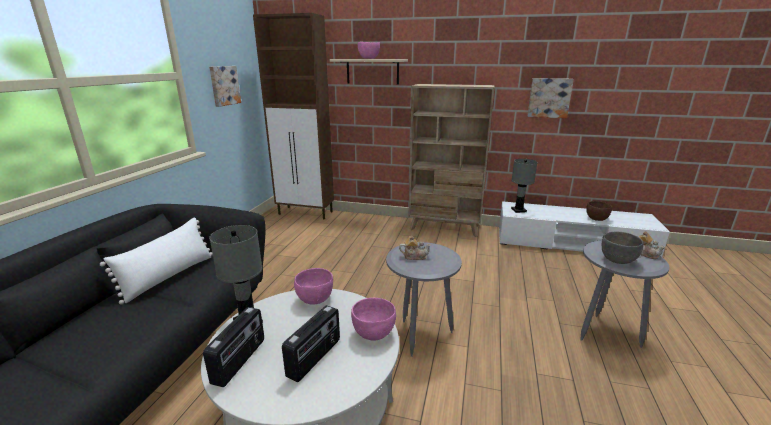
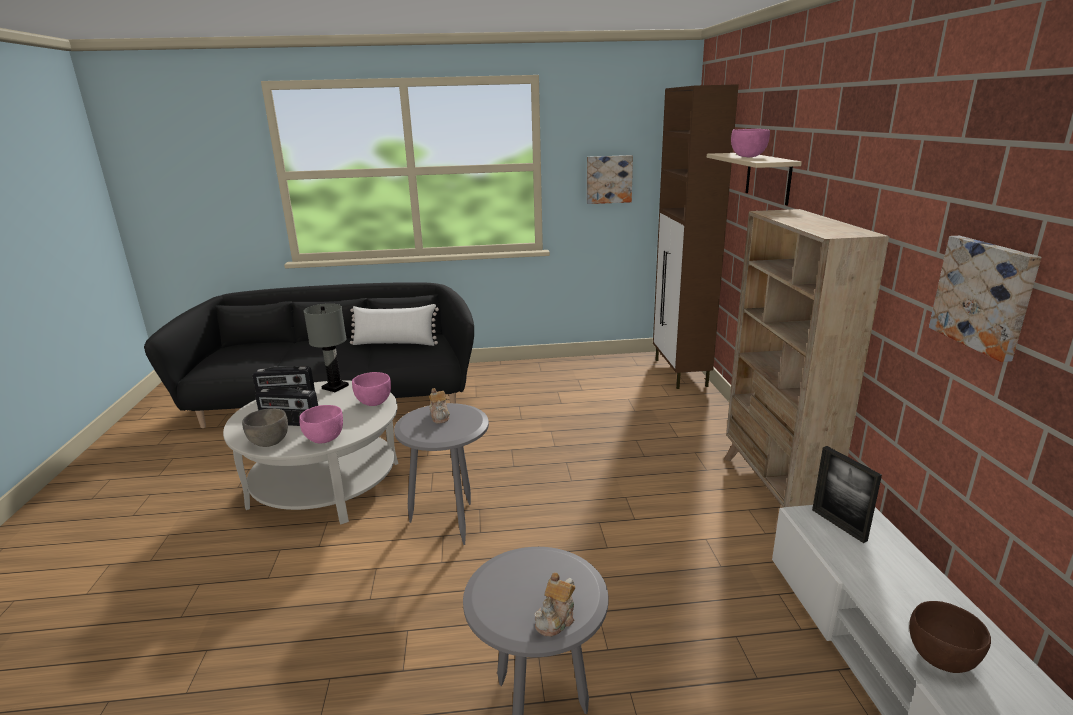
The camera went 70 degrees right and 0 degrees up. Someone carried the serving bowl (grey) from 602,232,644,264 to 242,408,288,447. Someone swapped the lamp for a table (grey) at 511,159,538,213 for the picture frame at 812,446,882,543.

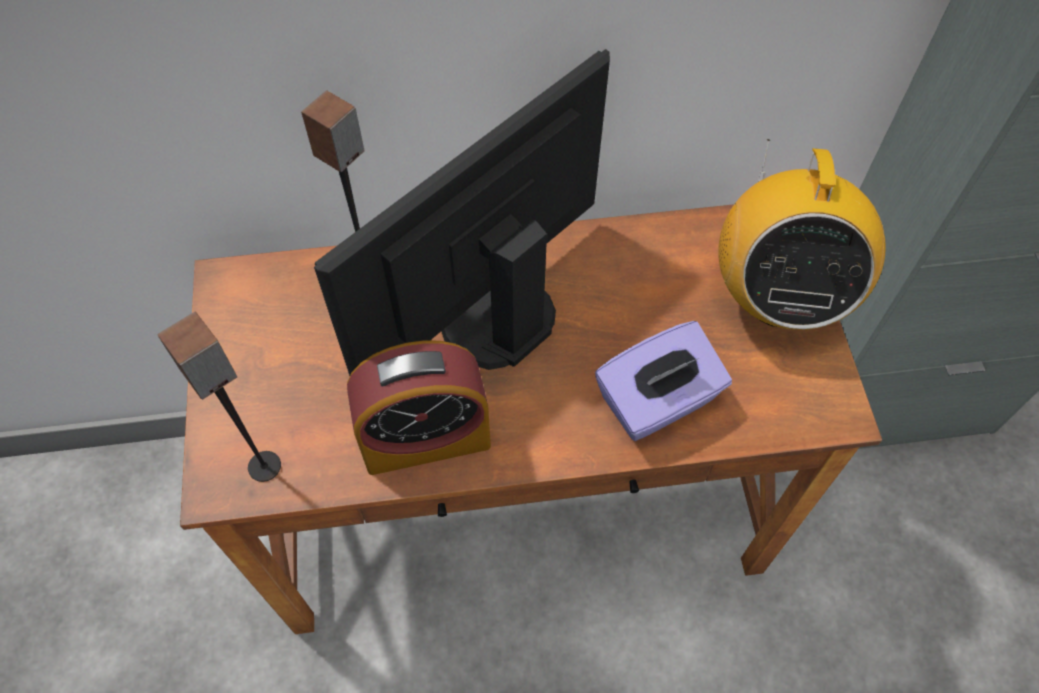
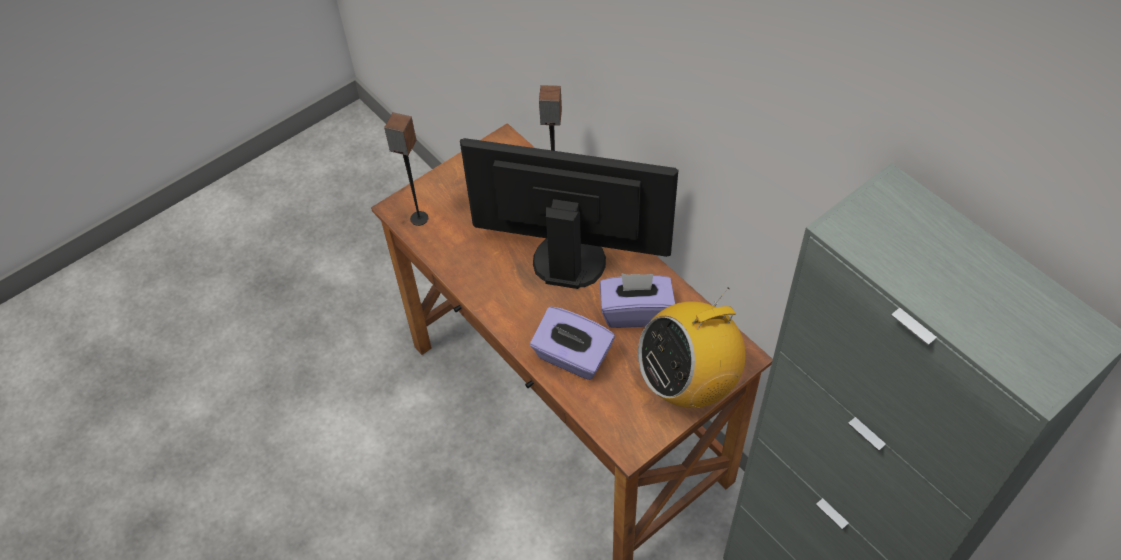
The camera went 60 degrees right and 5 degrees down. Someone put down the box of tissues (purple-coloured) at 600,273,675,328. Someone took away the bedside clock at 347,340,491,475.

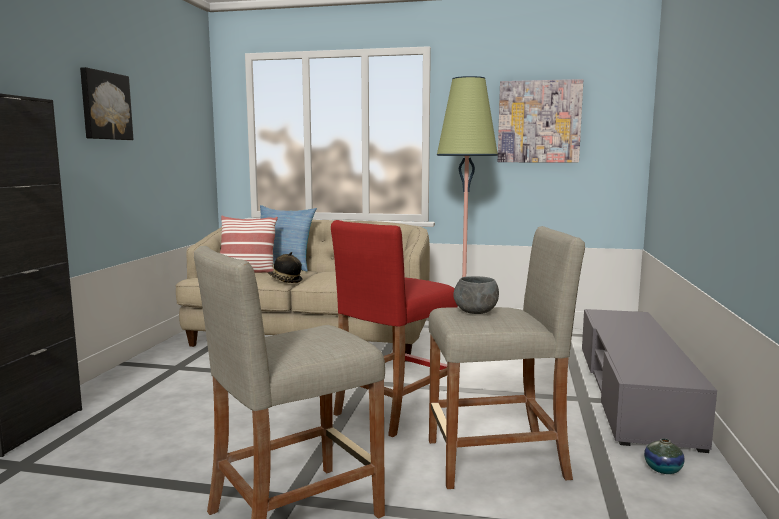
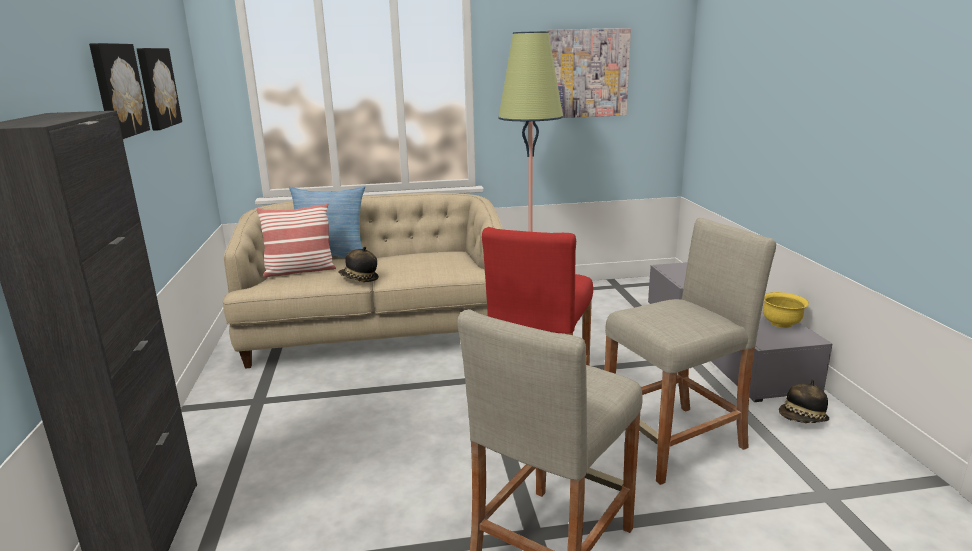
The camera went 20 degrees left and 10 degrees up. Someone put up the picture at 137,48,182,131. Someone put down the serving bowl (yellow) at 763,292,809,328. Someone swapped the decorative vase at 644,438,685,474 for the hat at 779,380,829,423. Someone took away the serving bowl (grey) at 453,276,499,314.

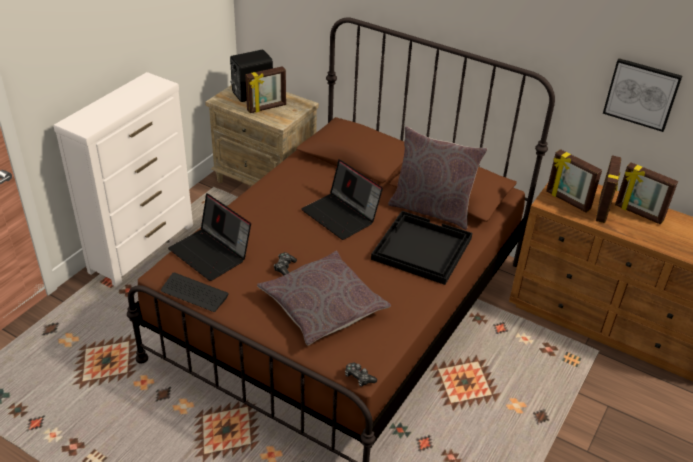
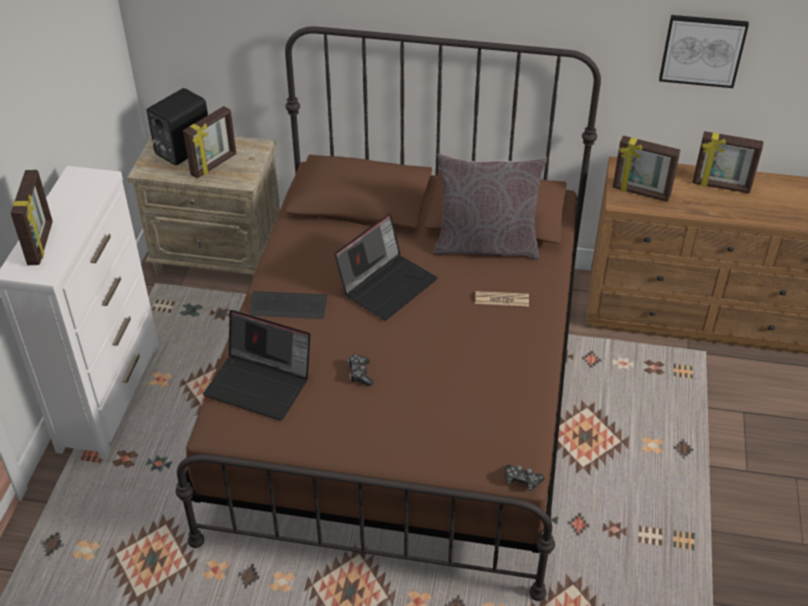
The camera went 20 degrees left and 5 degrees up. Someone carried the picture frame from 596,155,621,223 to 11,170,53,265. Someone carried the computer keyboard from 161,273,229,312 to 250,291,328,319. Someone rotated the laptop at 301,159,383,240 by 75 degrees counterclockwise. Someone swapped the carrying tray (black-coloured) at 371,211,472,285 for the printed paper at 475,291,529,306. Someone took away the cushion (grey) at 257,251,391,345.

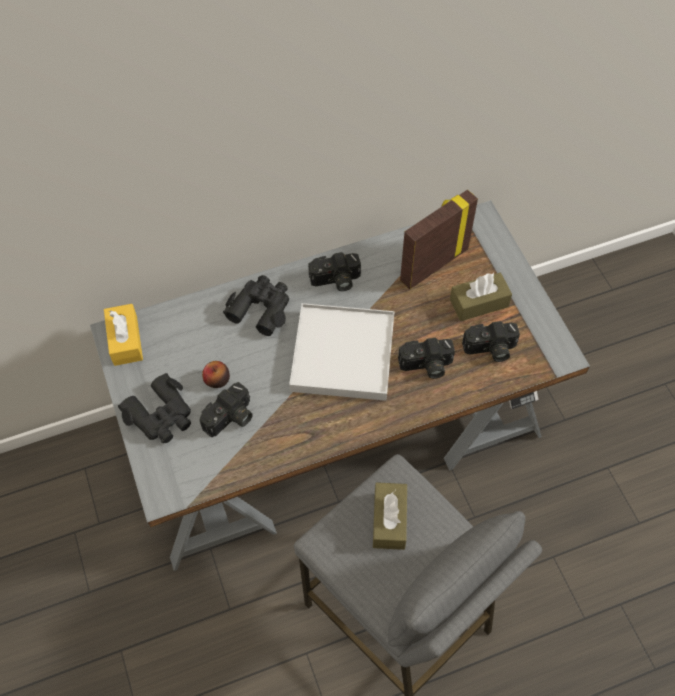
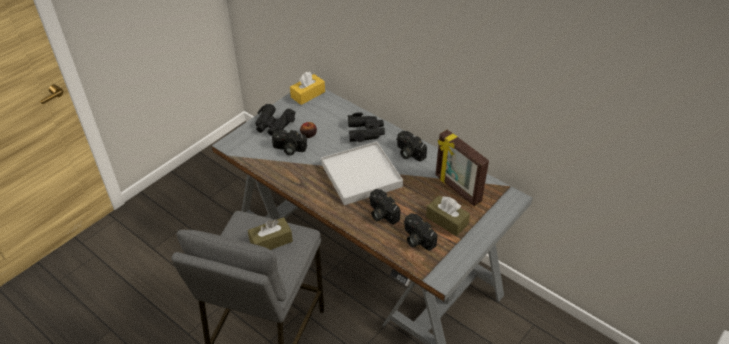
The camera went 60 degrees right and 15 degrees down. Someone rotated the picture frame at 400,190,478,290 by 150 degrees counterclockwise.

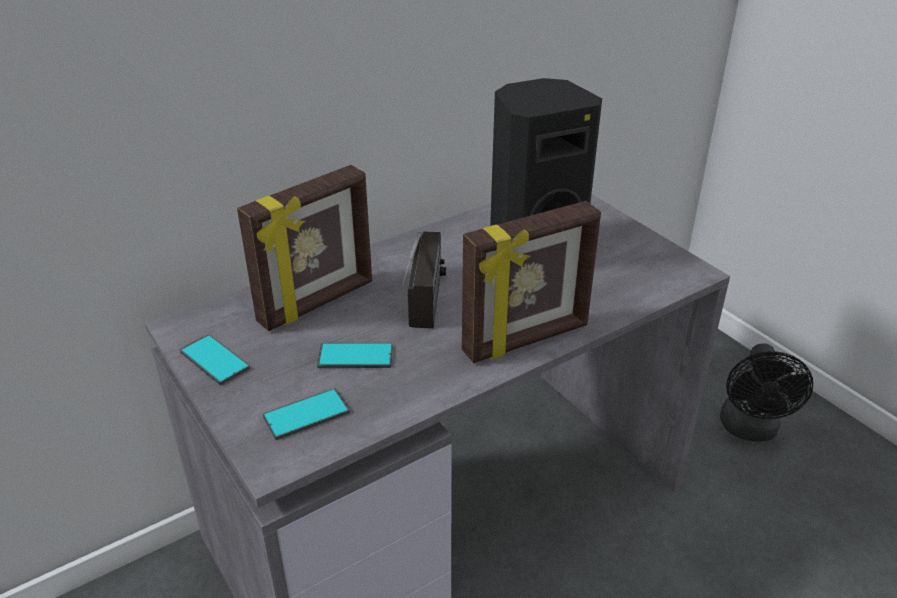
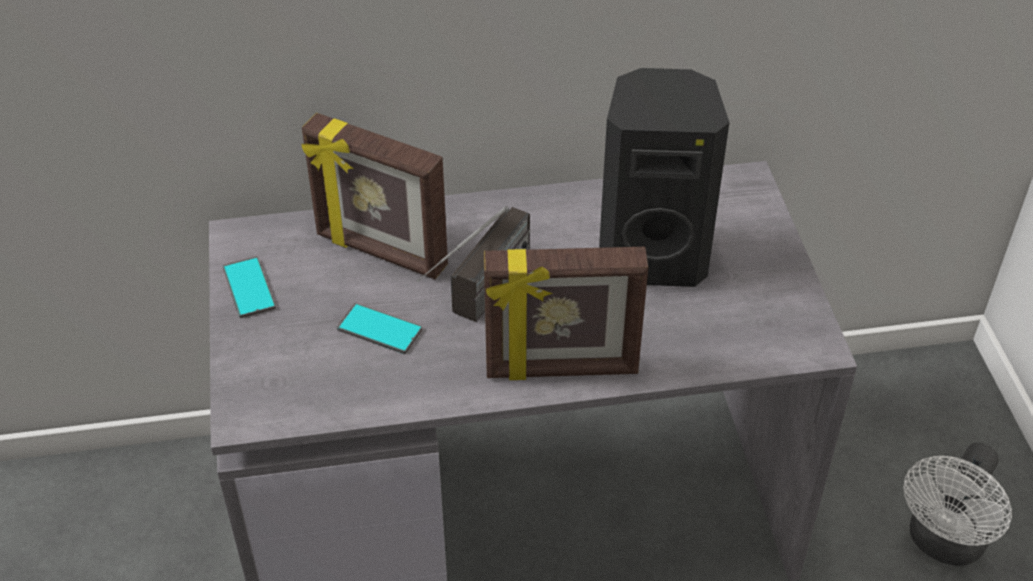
The camera went 25 degrees right and 10 degrees up. Someone rotated the picture frame at 237,165,372,331 by 45 degrees clockwise. Someone repainted the fan (black-coloured) at 720,343,813,442, which became the fan (whitish) at 903,442,1012,566. Someone took away the telephone at 263,388,350,440.

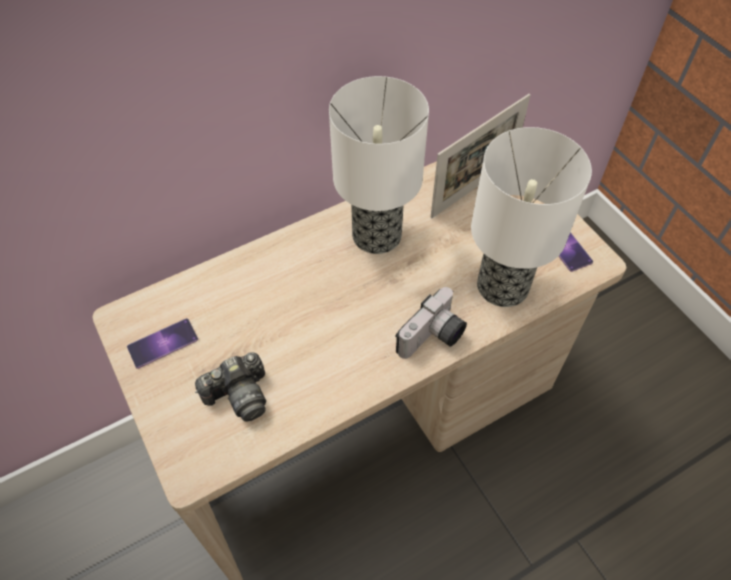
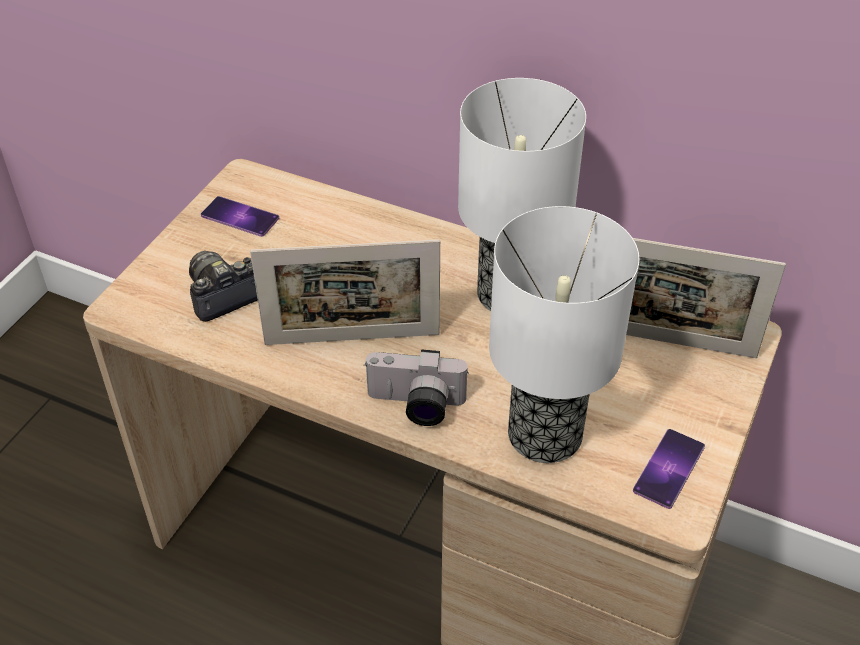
The camera went 55 degrees right and 10 degrees down. Someone rotated the still camera at 195,352,266,422 by 120 degrees clockwise. Someone put down the picture frame at 250,239,440,345.

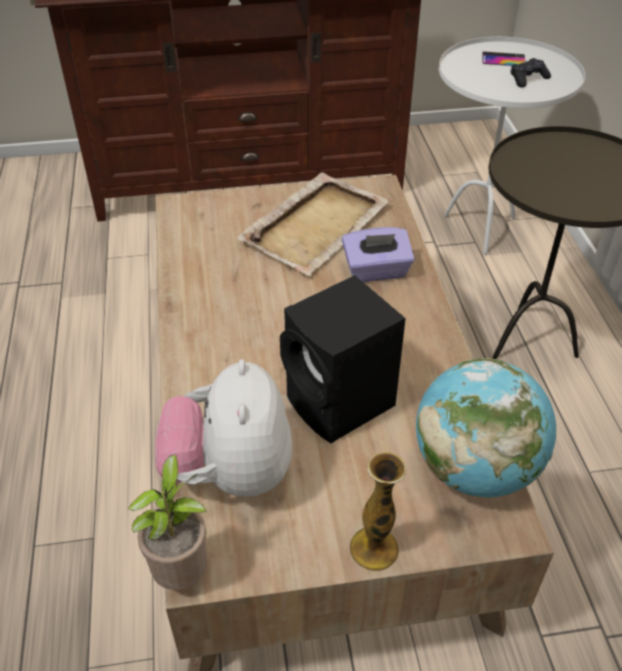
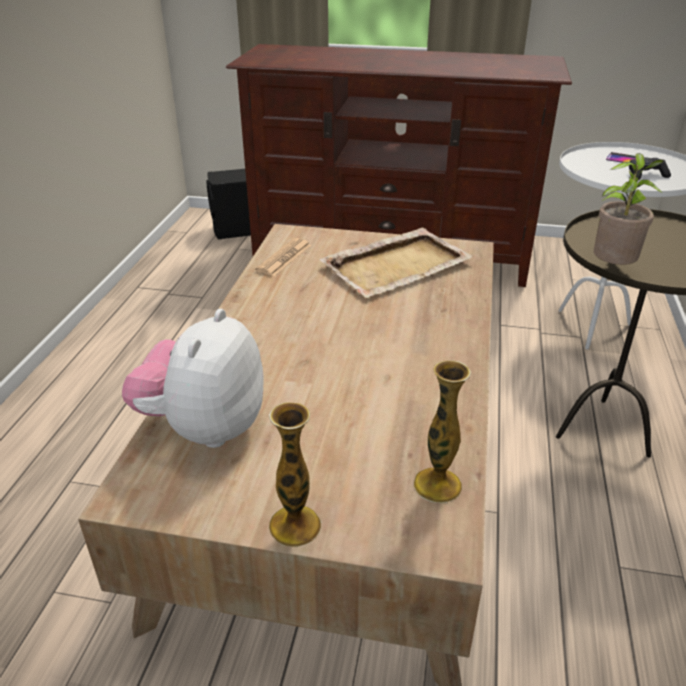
The camera went 20 degrees right and 10 degrees down. Someone carried the audio speaker (black-coloured) from 280,275,406,443 to 207,169,251,239. Someone put down the printed paper at 255,238,312,276. Someone swapped the globe at 416,358,556,497 for the decorative vase at 414,360,471,503. Someone carried the potted plant from 127,455,207,590 to 594,153,665,265. Someone took away the box of tissues (purple-coloured) at 342,227,415,282.

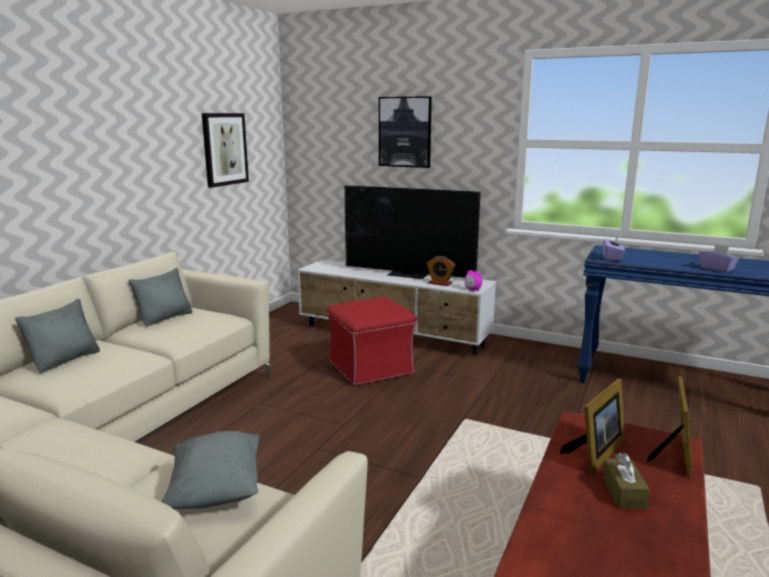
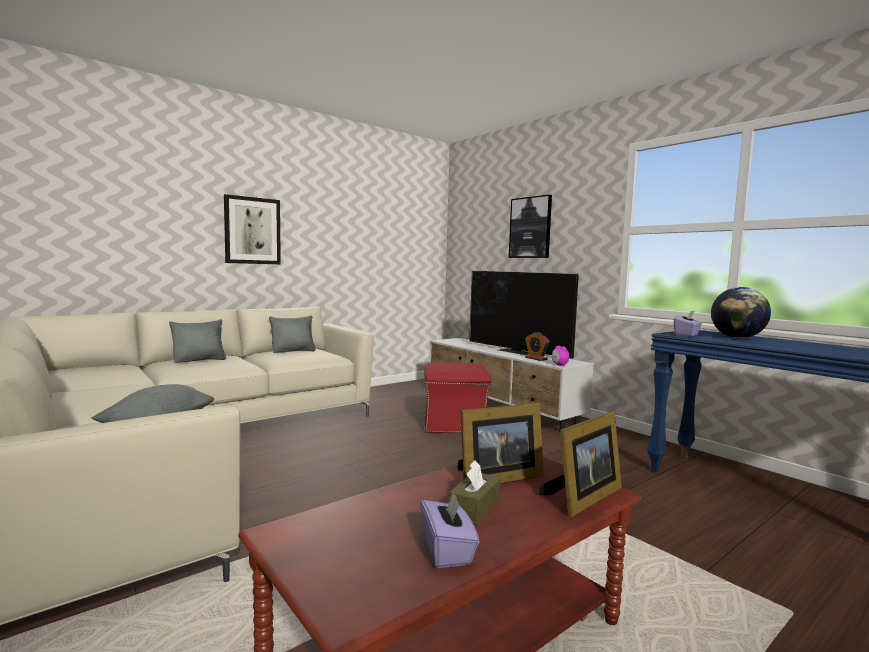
The camera went 25 degrees right and 10 degrees down. Someone carried the picture from 202,113,249,188 to 224,194,281,264. Someone carried the box of tissues (purple-coloured) from 699,244,739,272 to 420,491,479,568. Someone put down the globe at 711,287,771,338.

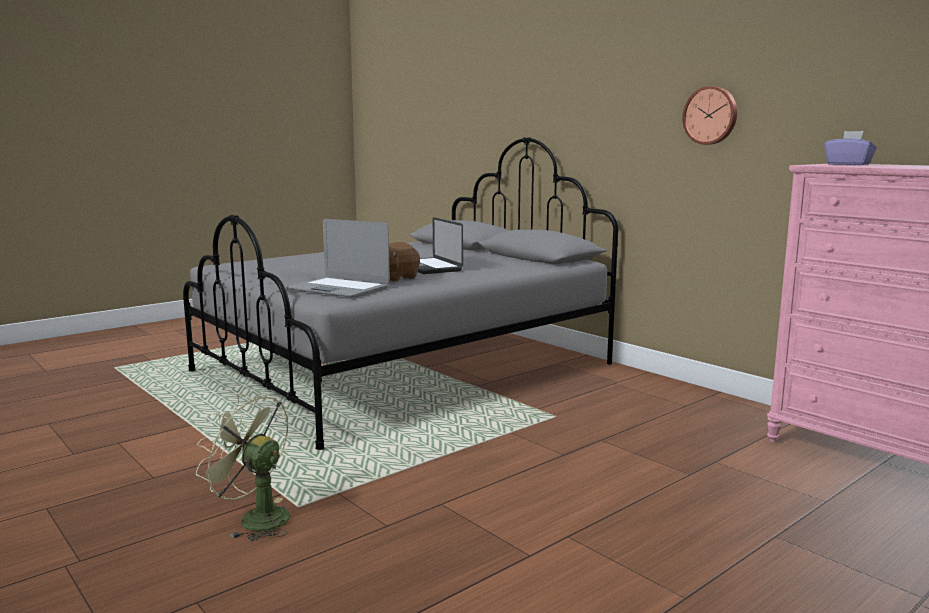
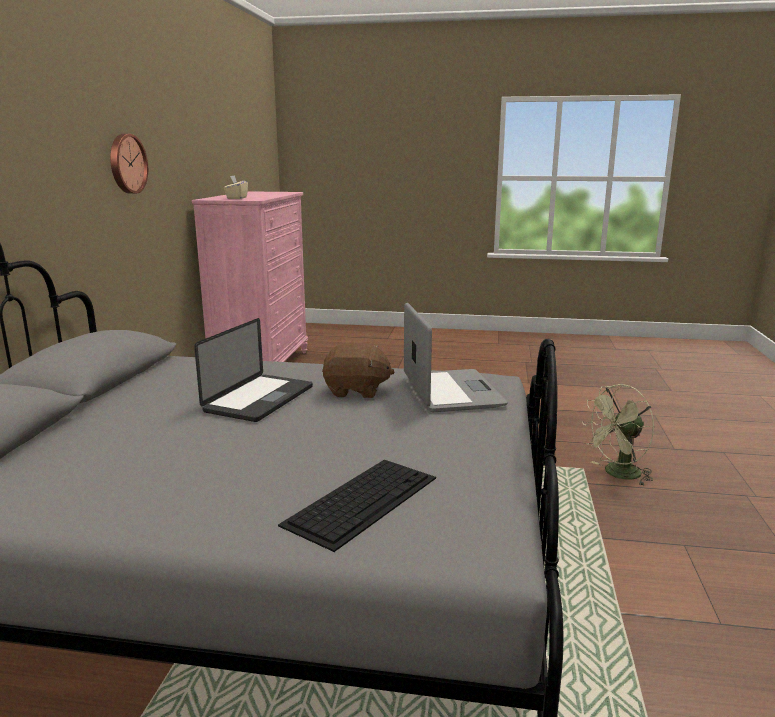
The camera went 130 degrees left and 5 degrees up. Someone repainted the box of tissues (purple-coloured) at 824,131,877,165, which became the box of tissues (beige) at 224,175,248,199. Someone put down the computer keyboard at 278,460,436,552. Someone rotated the fan (green-coloured) at 196,393,290,541 by 75 degrees clockwise.

